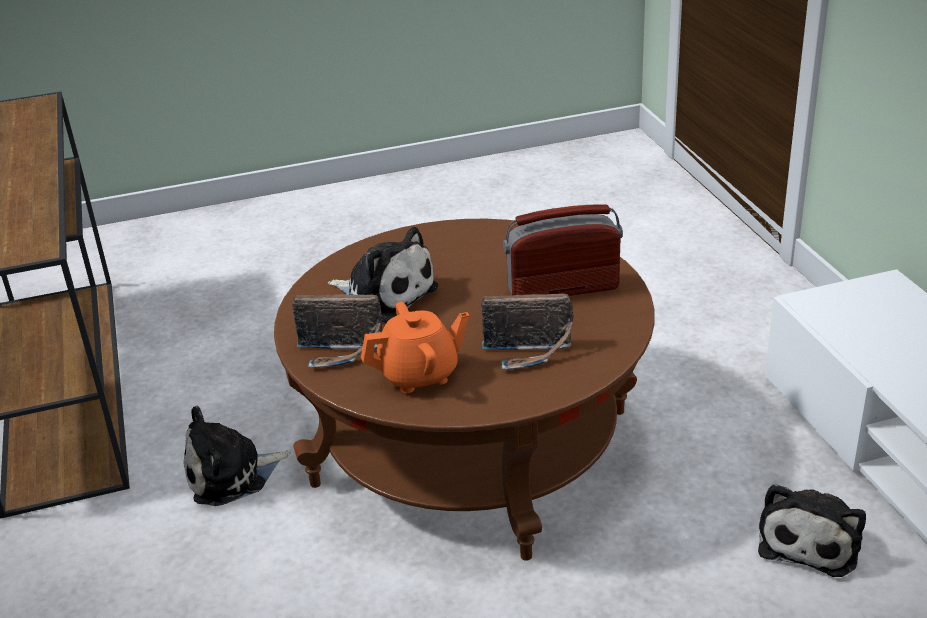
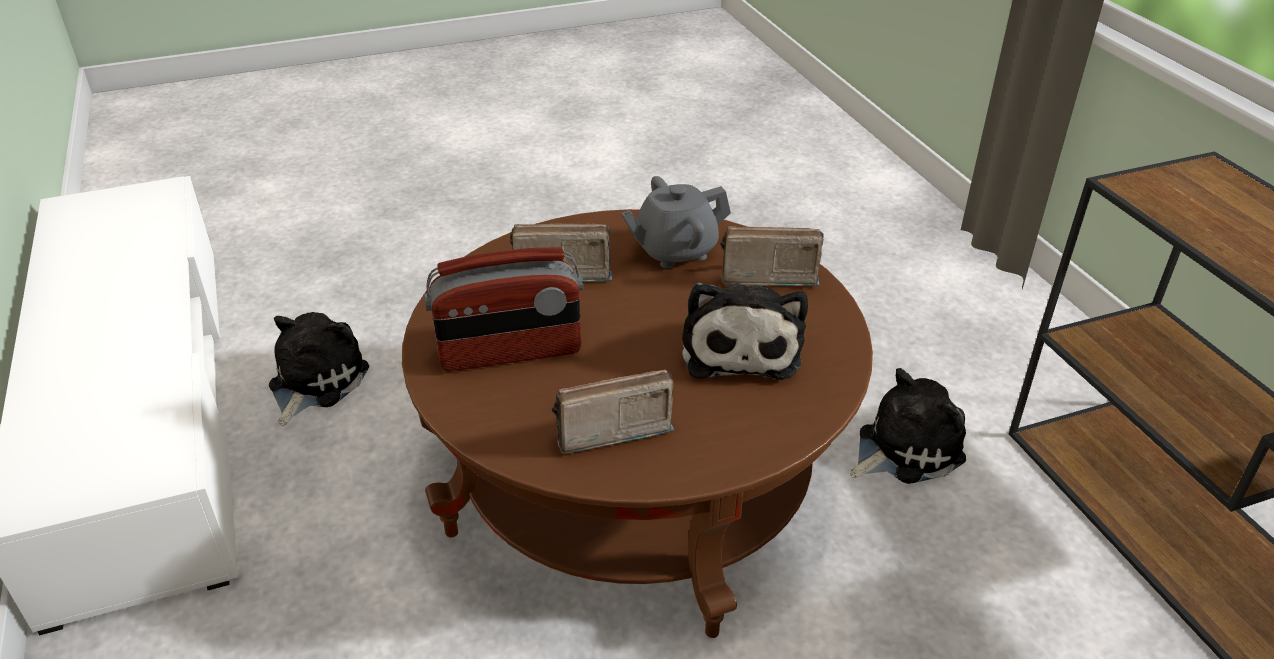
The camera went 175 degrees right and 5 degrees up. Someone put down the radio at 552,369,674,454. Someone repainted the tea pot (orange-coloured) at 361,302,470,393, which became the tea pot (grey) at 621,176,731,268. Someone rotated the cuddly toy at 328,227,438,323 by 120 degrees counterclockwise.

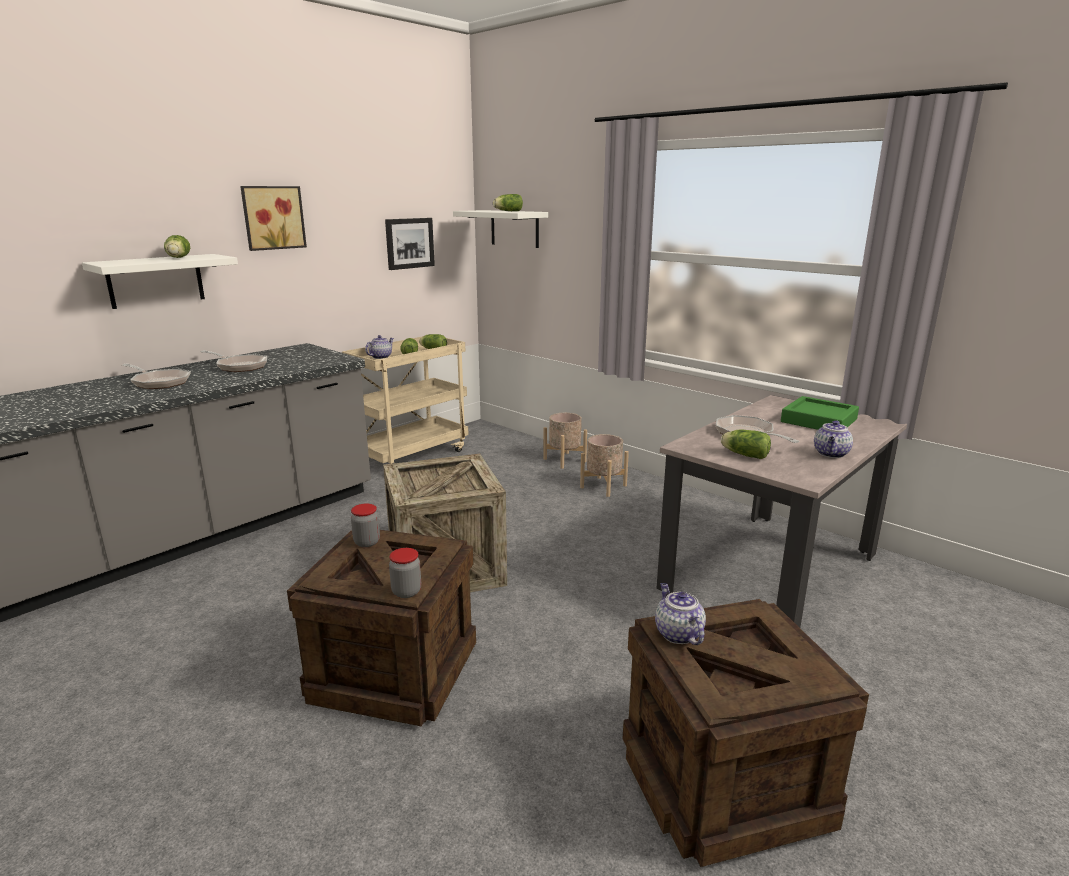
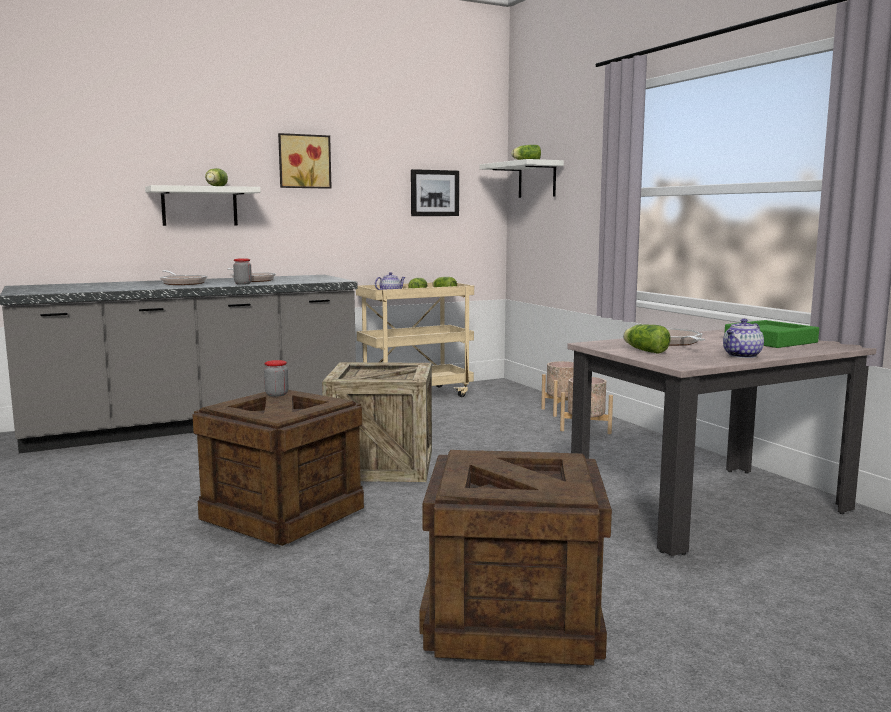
The camera went 20 degrees right and 10 degrees down. Someone carried the preserve jar from 389,548,421,598 to 233,258,252,285. Someone took away the tea pot at 655,583,706,645.

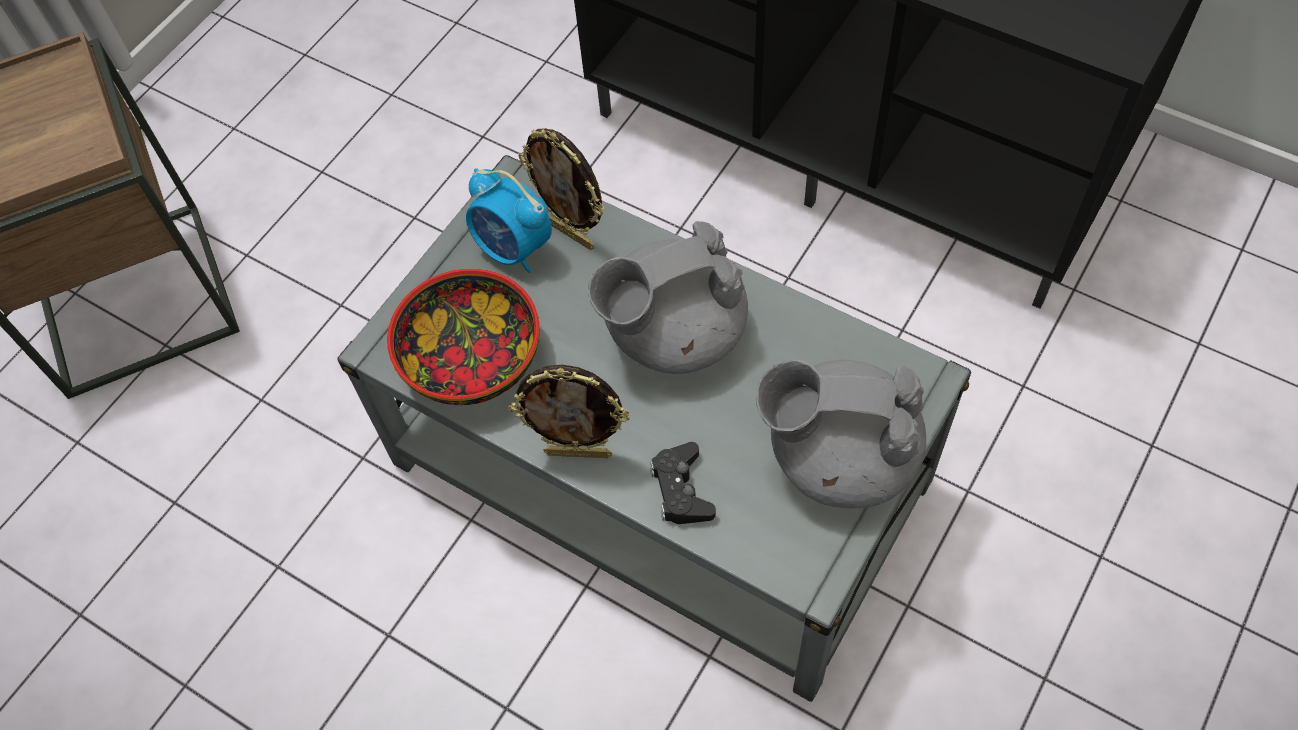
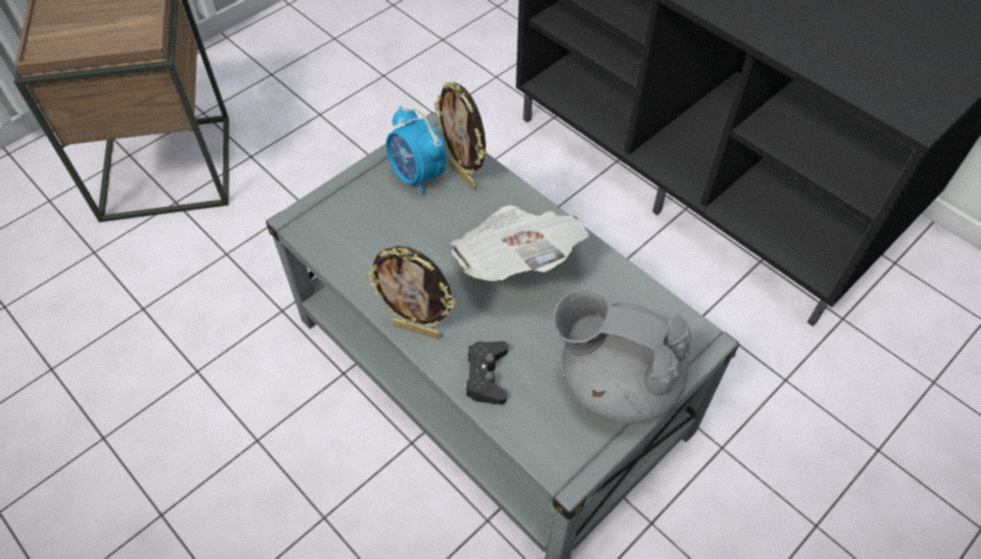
The camera went 10 degrees right and 5 degrees down. Someone swapped the tea pot (grey) at 588,221,748,374 for the printed paper at 450,205,590,281. Someone took away the serving bowl at 387,269,540,405.

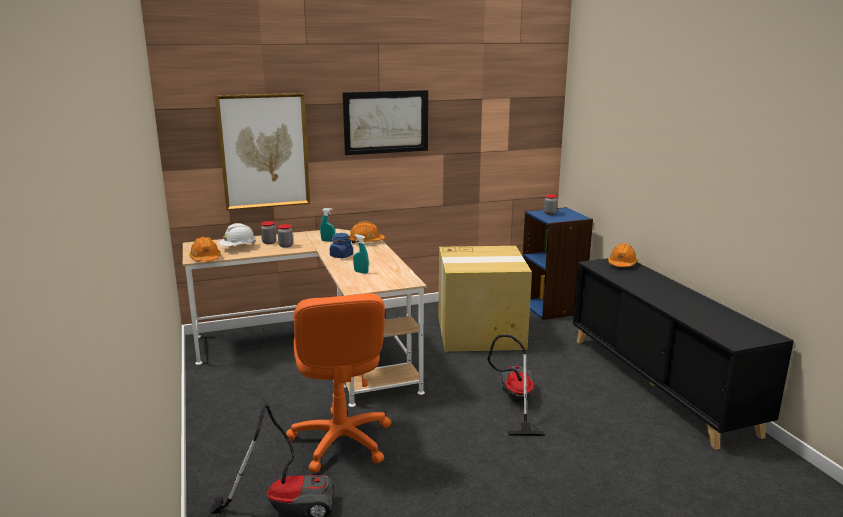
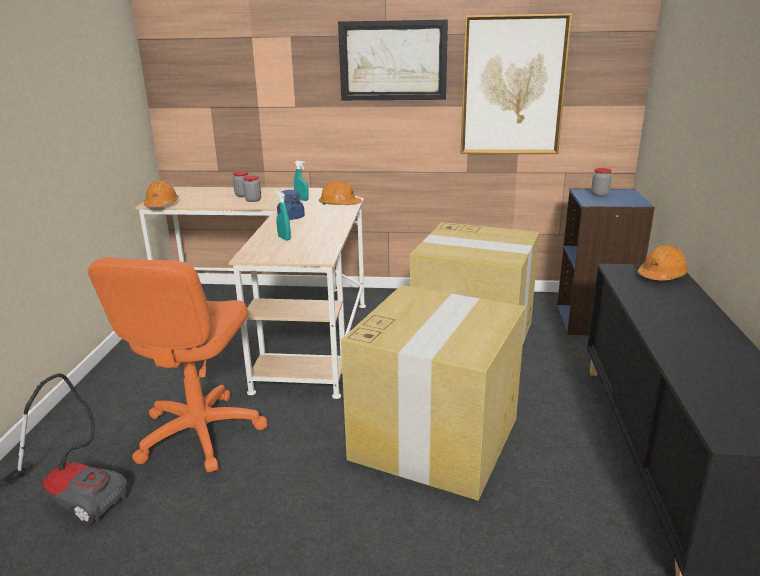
The camera went 25 degrees right and 5 degrees up. Someone swapped the vacuum cleaner at 488,334,545,436 for the carton at 341,285,526,501. Someone carried the picture from 215,93,310,210 to 461,13,572,154. Someone took away the safety helmet (whitish) at 219,223,256,246.

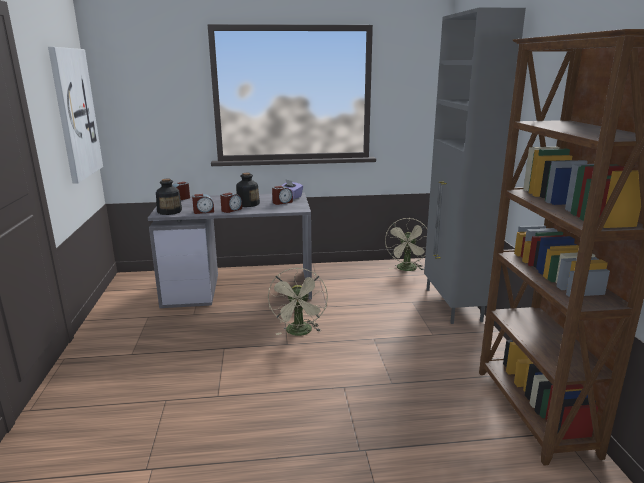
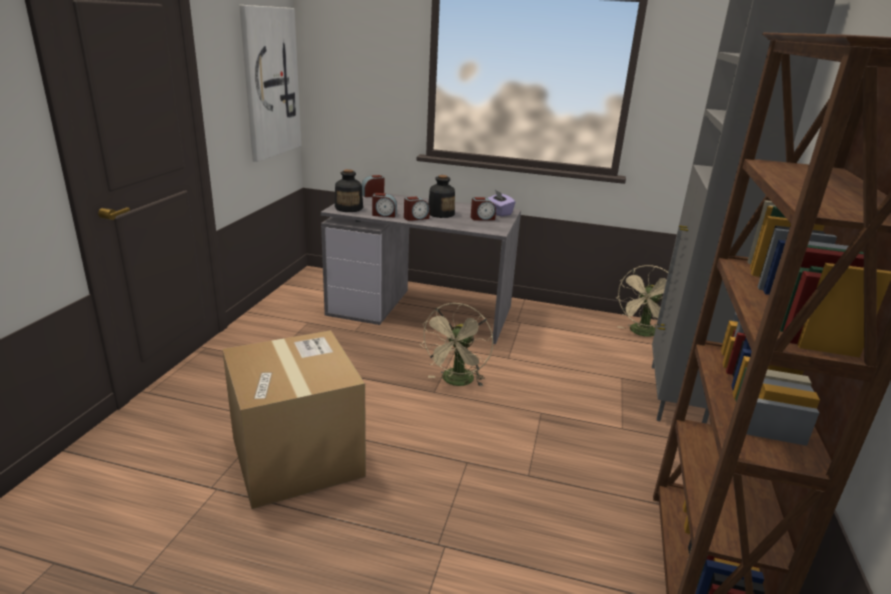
The camera went 20 degrees right and 5 degrees up. Someone put down the carton at 222,330,366,509.

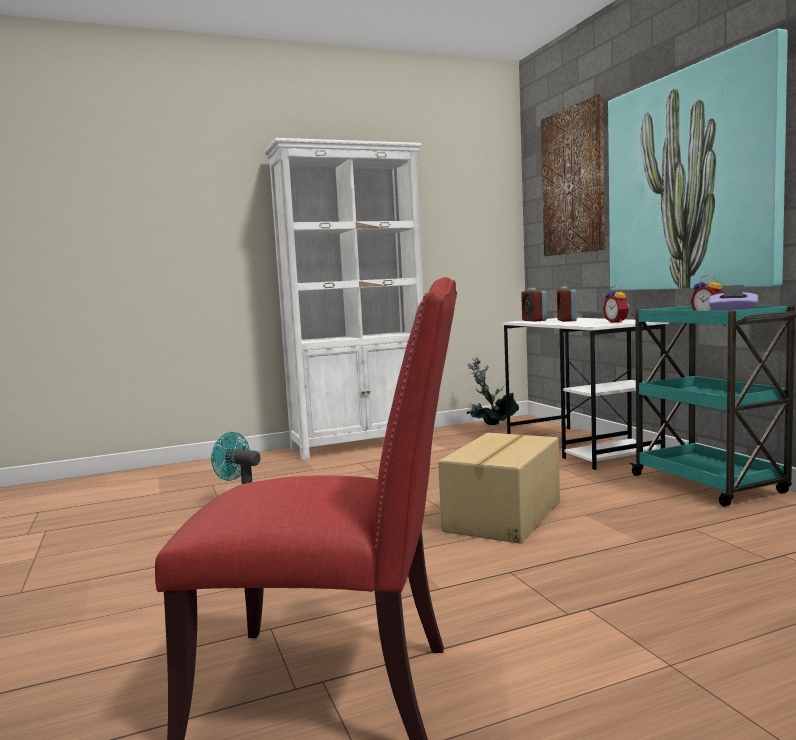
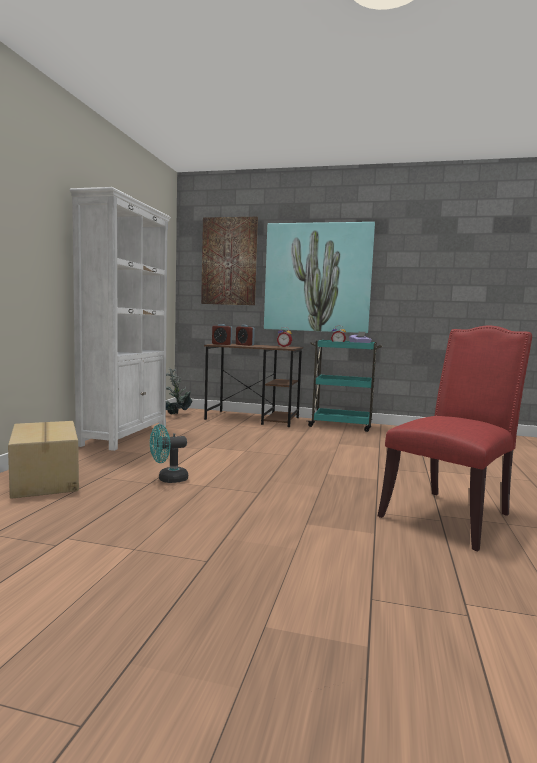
The camera went 55 degrees left and 0 degrees up. Someone carried the carton from 438,433,560,544 to 8,421,79,499. Someone repainted the desk table (whitish) at 501,318,669,470, which became the desk table (brown) at 204,344,303,427.

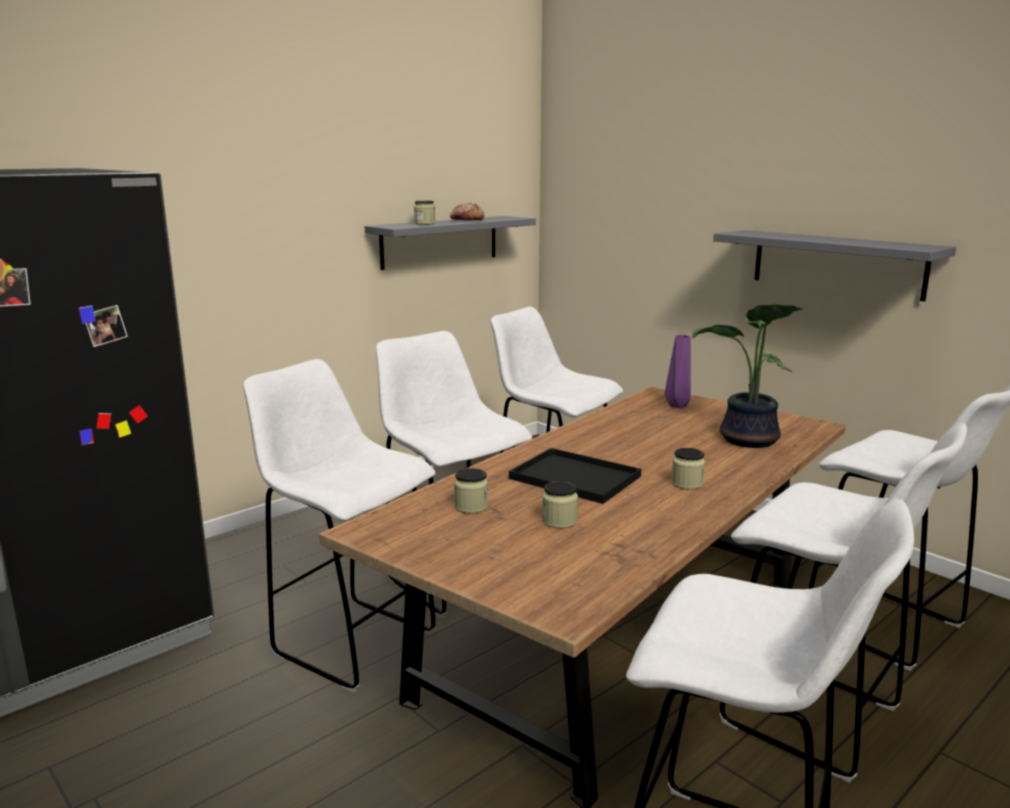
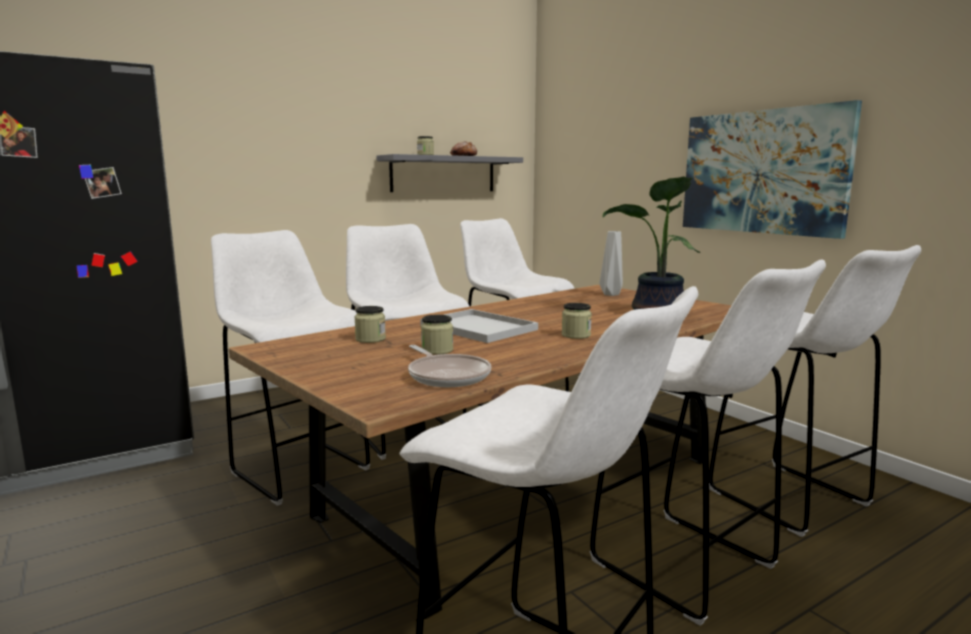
The camera went 10 degrees right and 5 degrees down. Someone put down the frying pan at 408,345,491,387. Someone repainted the carrying tray (black-coloured) at 509,448,641,504, which became the carrying tray (whitish) at 420,309,538,343. Someone repainted the decorative vase (purple-coloured) at 665,335,691,408, which became the decorative vase (grey) at 600,231,623,296. Someone swapped the bracket shelf (grey) at 713,230,956,301 for the picture at 683,100,862,239.

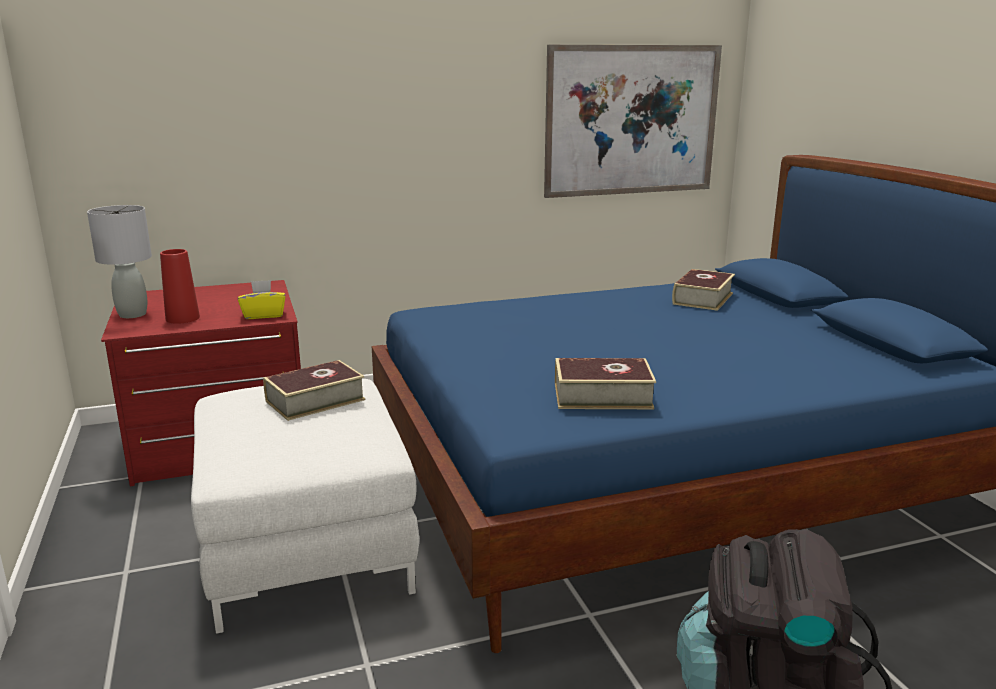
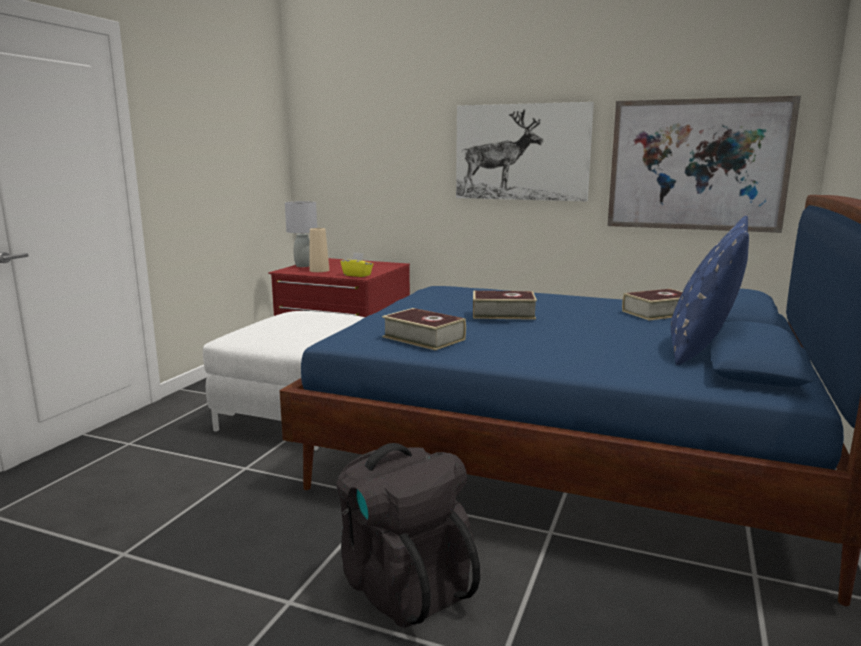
The camera went 40 degrees right and 5 degrees down. Someone repainted the decorative vase (red-coloured) at 160,249,200,324, which became the decorative vase (beige) at 309,228,329,272. Someone put up the picture at 456,102,594,201. Someone carried the volume from 263,360,366,421 to 473,291,537,320. Someone put down the cushion (blue-coloured) at 671,216,749,365.

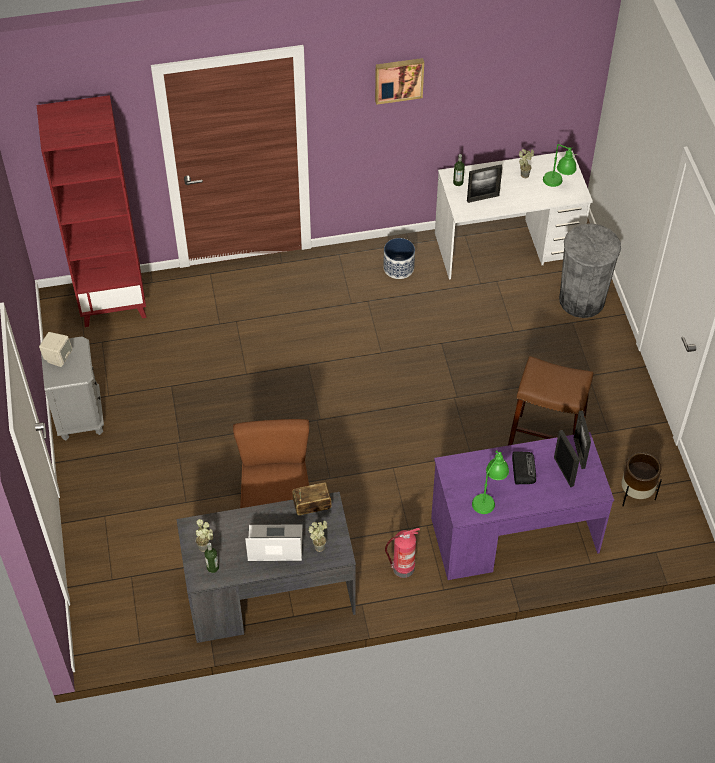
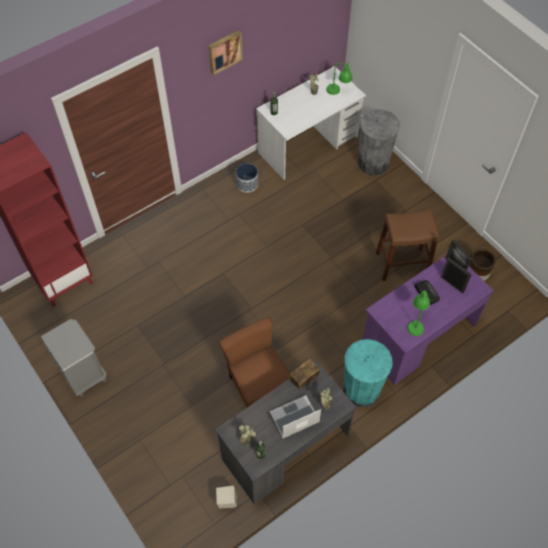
The camera went 25 degrees left and 5 degrees up. Someone carried the audio speaker (beige) from 39,332,73,367 to 216,486,237,508. Someone swapped the fire extinguisher at 385,528,420,578 for the waste bin (blue-green) at 343,339,393,407. Someone took away the picture frame at 467,165,502,203.

